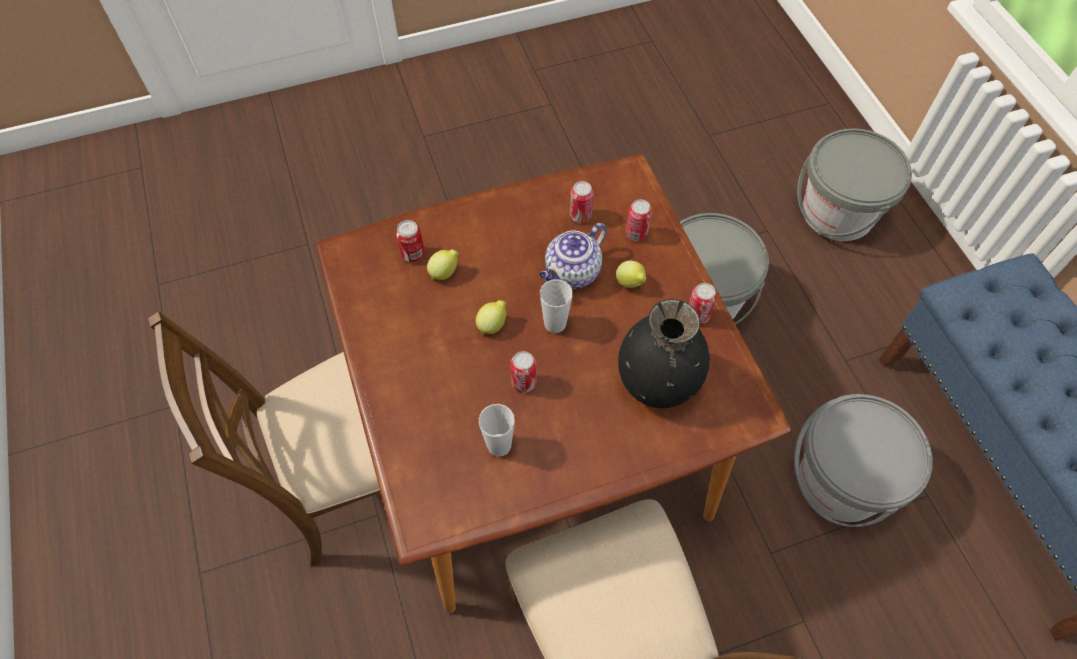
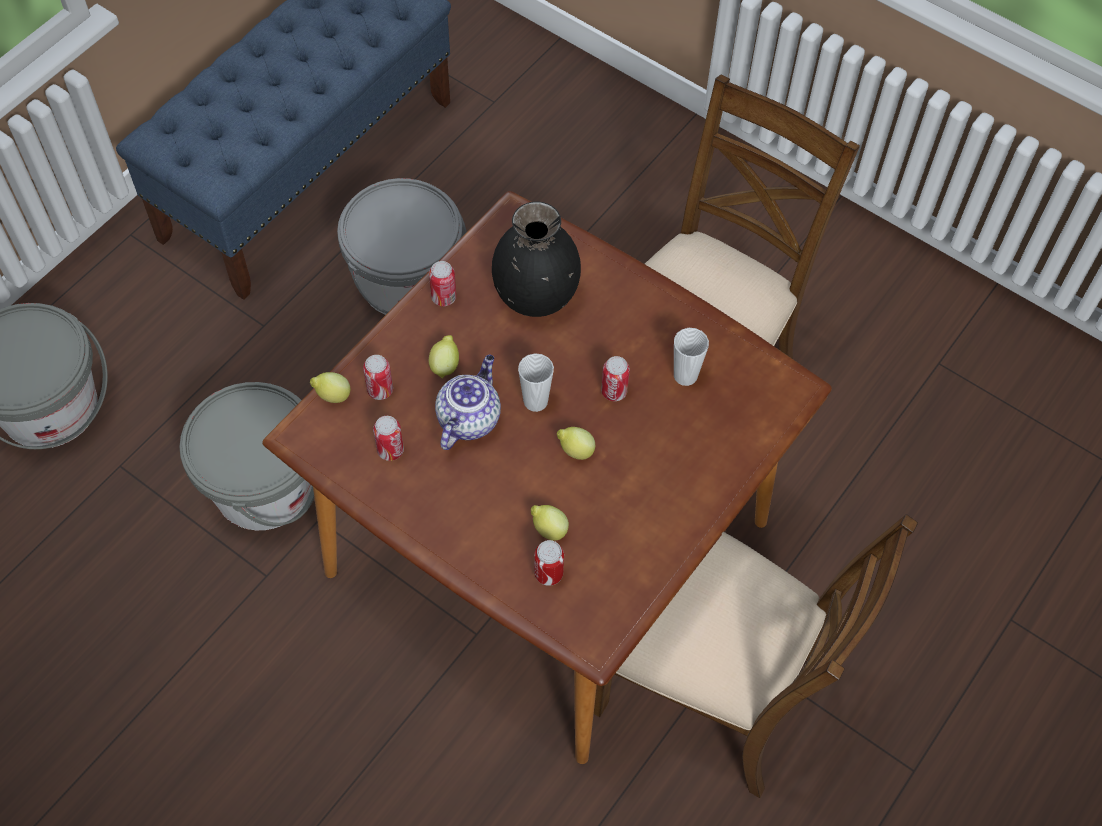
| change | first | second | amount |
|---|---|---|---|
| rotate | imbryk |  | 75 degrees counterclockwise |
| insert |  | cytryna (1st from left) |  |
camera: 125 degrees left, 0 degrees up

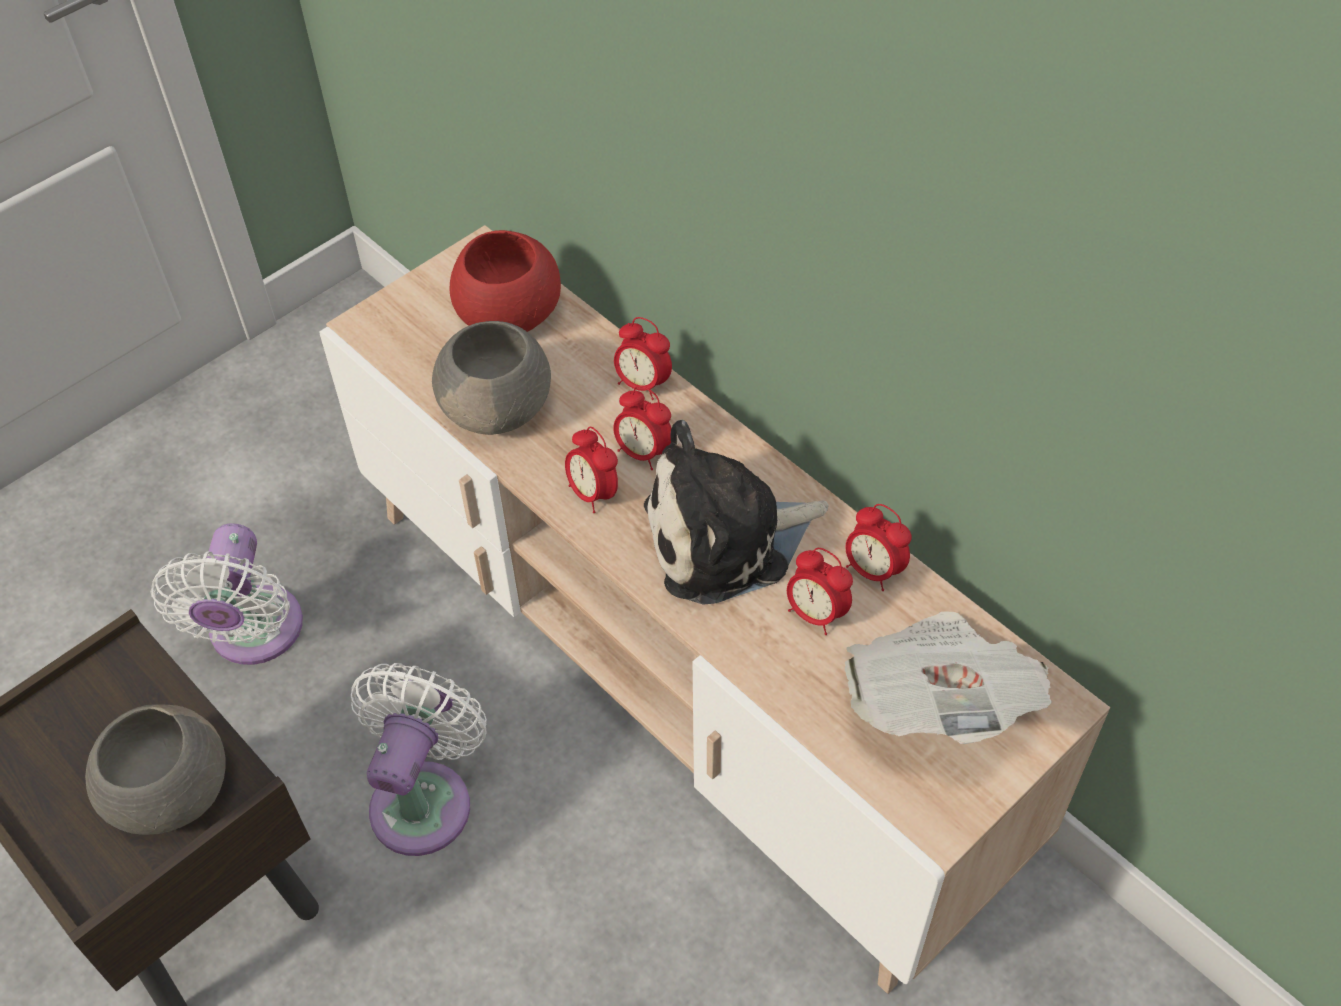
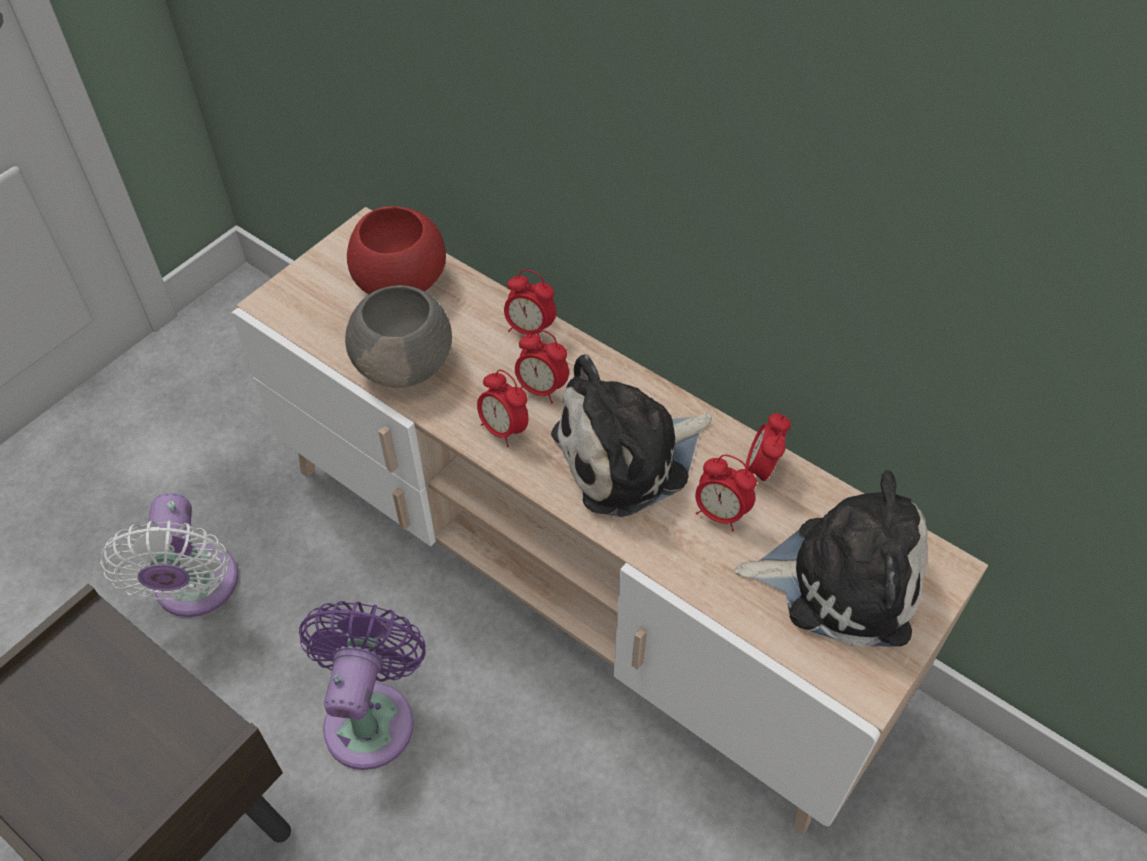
| change | first | second | amount |
|---|---|---|---|
| delete | miska/szary (1st from left) |  |  |
| recolor | wentylator/biały (2nd from left) | wentylator/fioletowy |  |
| replace | gazeta | pluszak (2nd from left) |  |
| rotate | budzik (5th from left) |  | 75 degrees clockwise |
camera: 10 degrees left, 0 degrees up

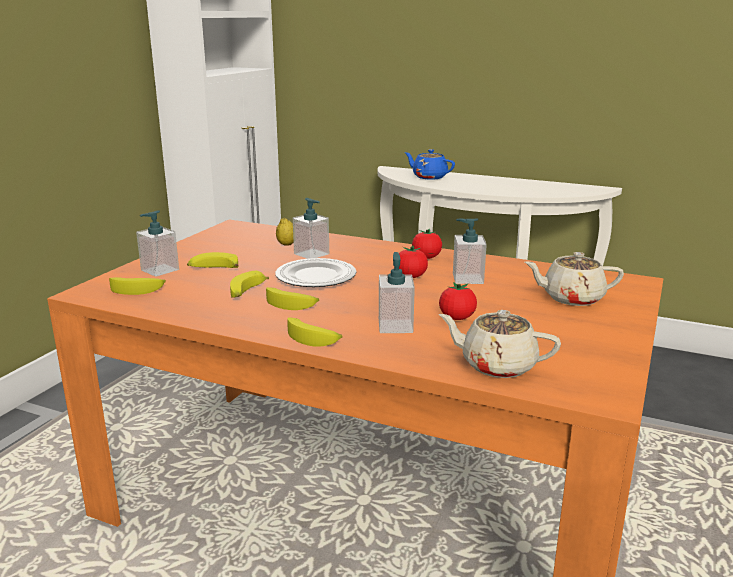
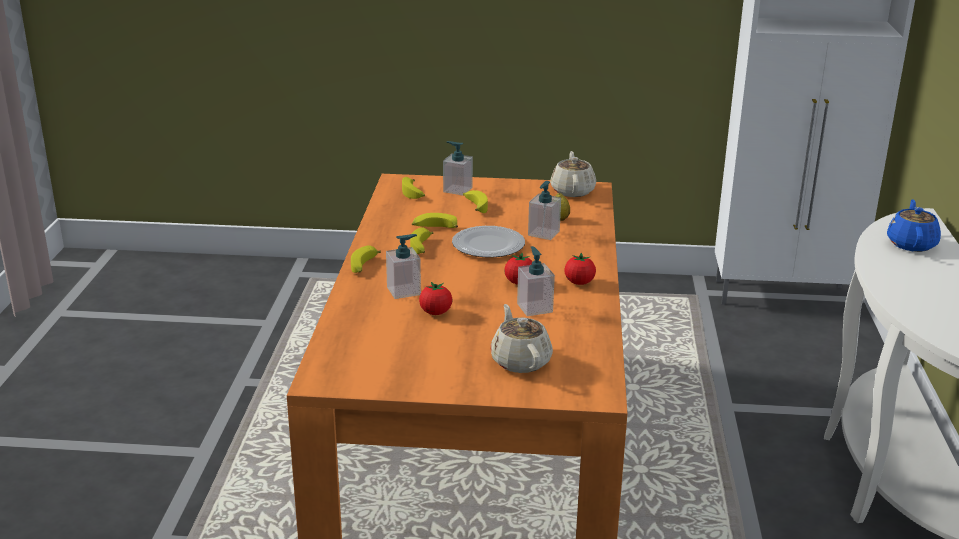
| change | first | second | amount |
|---|---|---|---|
| move | imbryk/beżowy (1st from left in the first image) | imbryk/beżowy (2nd from left) |  |
camera: 70 degrees right, 5 degrees up

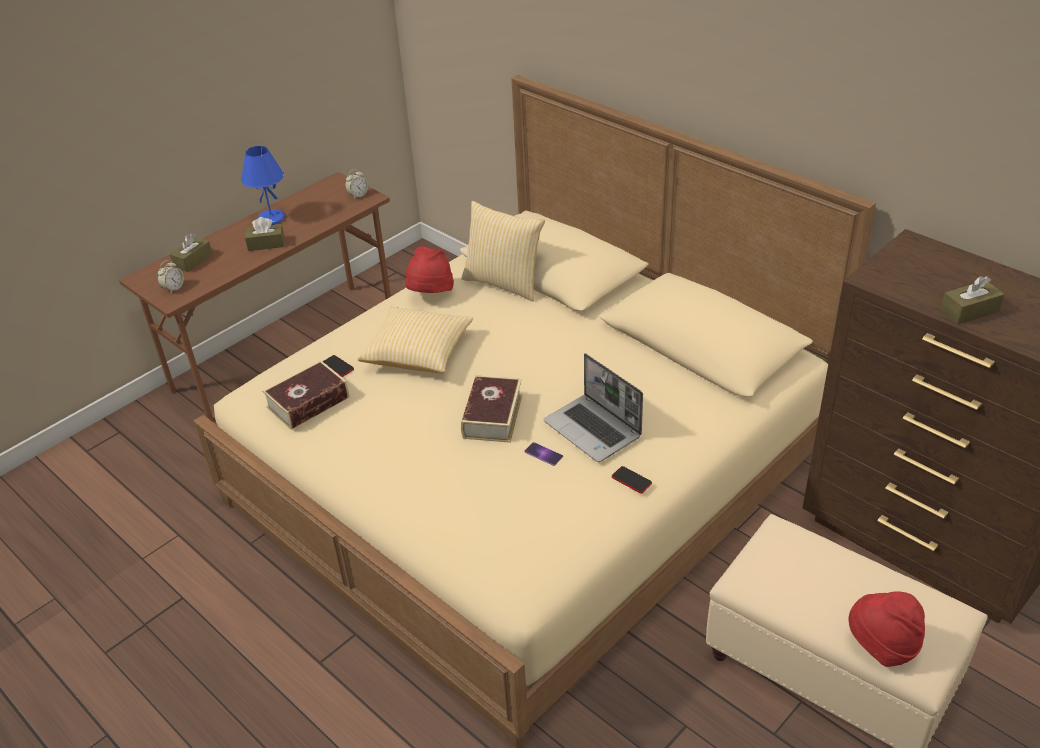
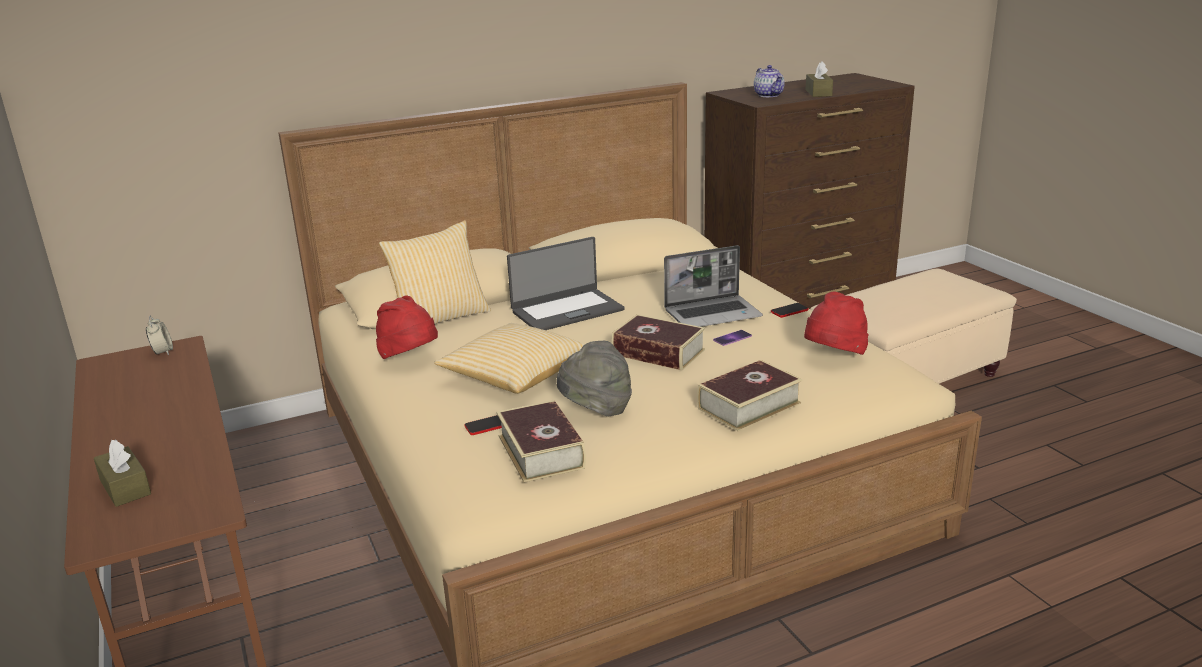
| change | first | second | amount |
|---|---|---|---|
| delete | budzik (1st from left) |  |  |
| delete | lampa stołowa/niebieski |  |  |
| delete | pudełko chusteczek/brązowy (2nd from left) |  |  |
| move | kapelusz/czerwony (2nd from left) |  |  |
| insert |  | laptop (1st from left) |  |
| insert |  | kapelusz/szary |  |
| insert |  | książka (3rd from left) |  |
| insert |  | imbryk |  |
camera: 70 degrees left, 15 degrees down

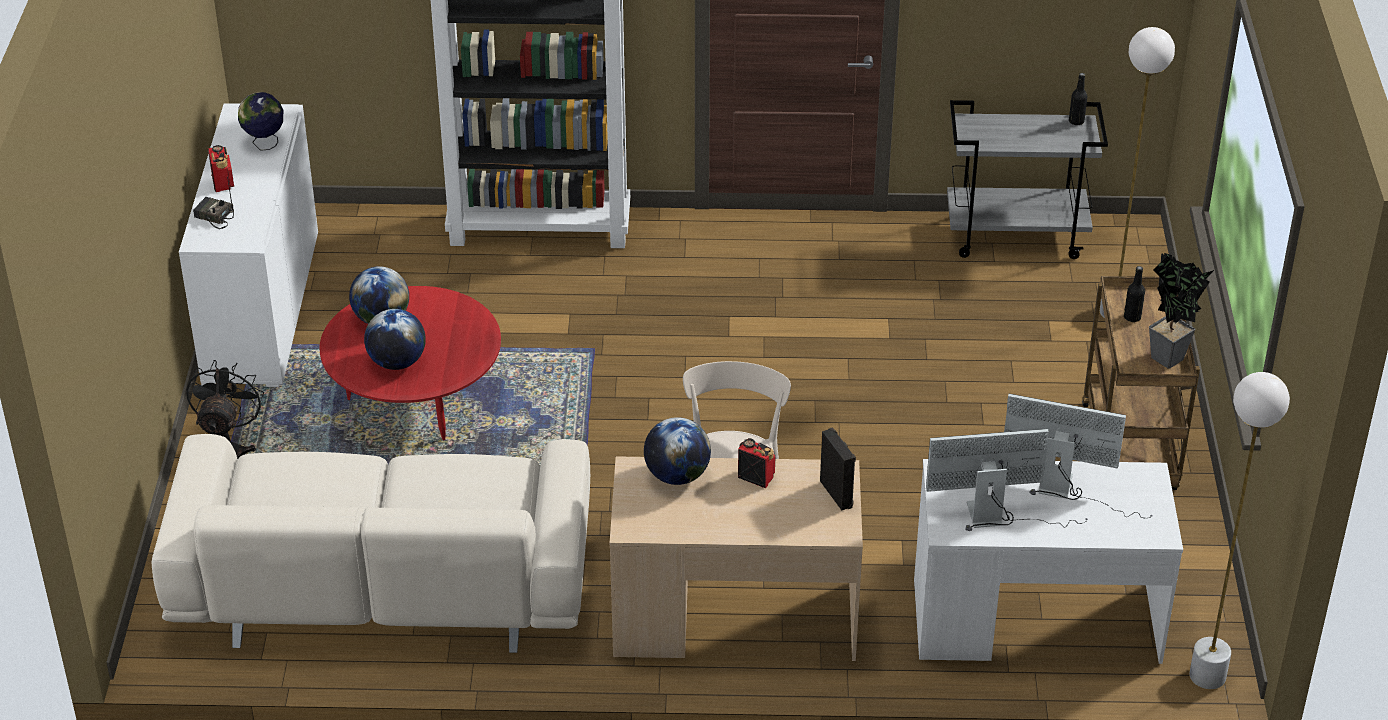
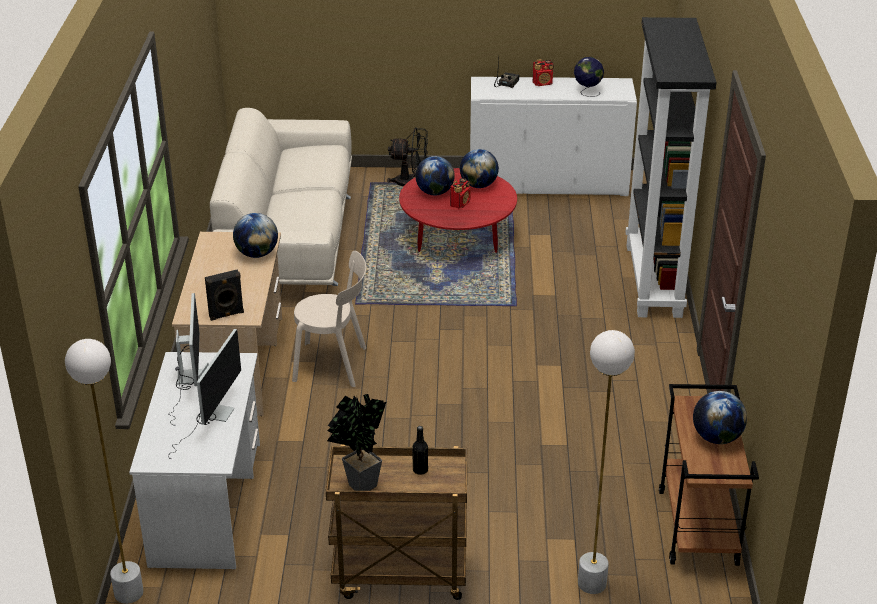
| change | first | second | amount |
|---|---|---|---|
| move | radio (3rd from left in the first image) | radio (1st from left) |  |
| recolor | wózek/szary | wózek/brązowy (2nd from left) |  |
| delete | butelka/czarny (1st from left) |  |  |
| insert |  | globus (5th from left) |  |
camera: 90 degrees right, 5 degrees down

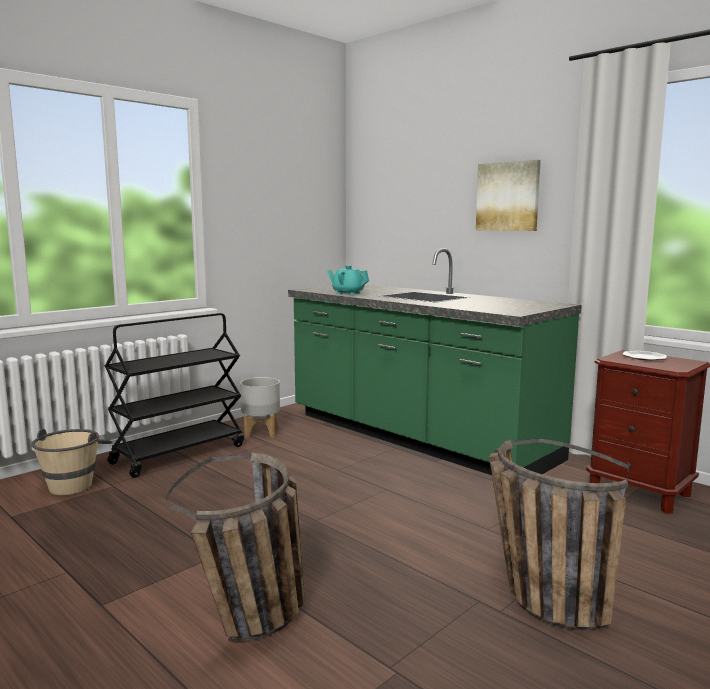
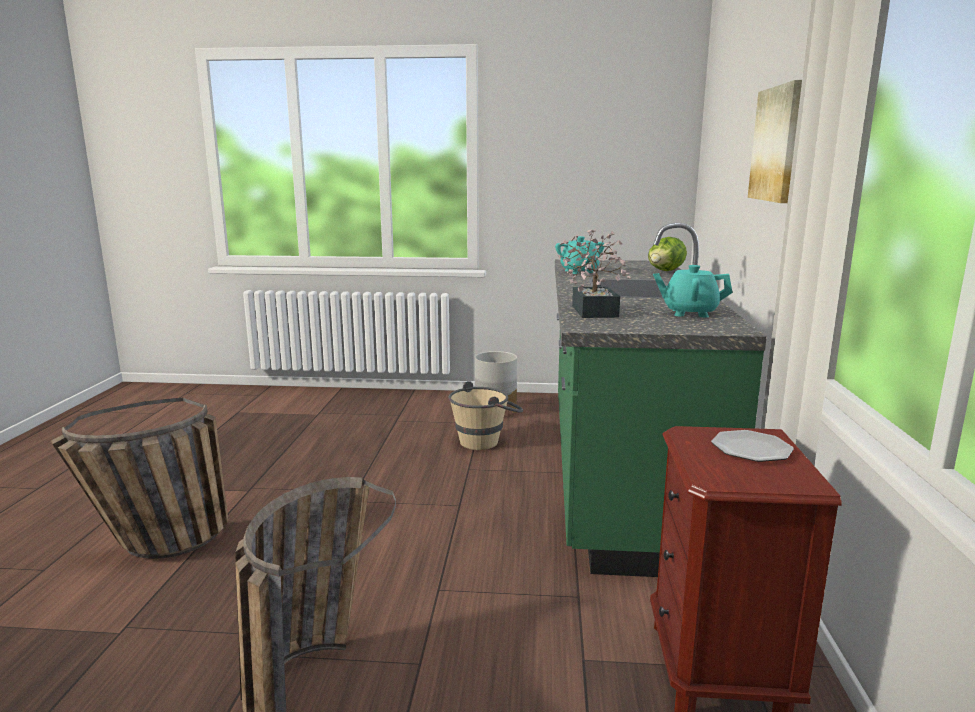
| change | first | second | amount |
|---|---|---|---|
| move | wiadro/beżowy |  |  |
| delete | wózek/czarny |  |  |
| insert |  | roślina doniczkowa |  |
| insert |  | sałata |  |
| insert |  | imbryk/turkusowy (2nd from left) |  |
camera: 50 degrees right, 5 degrees up

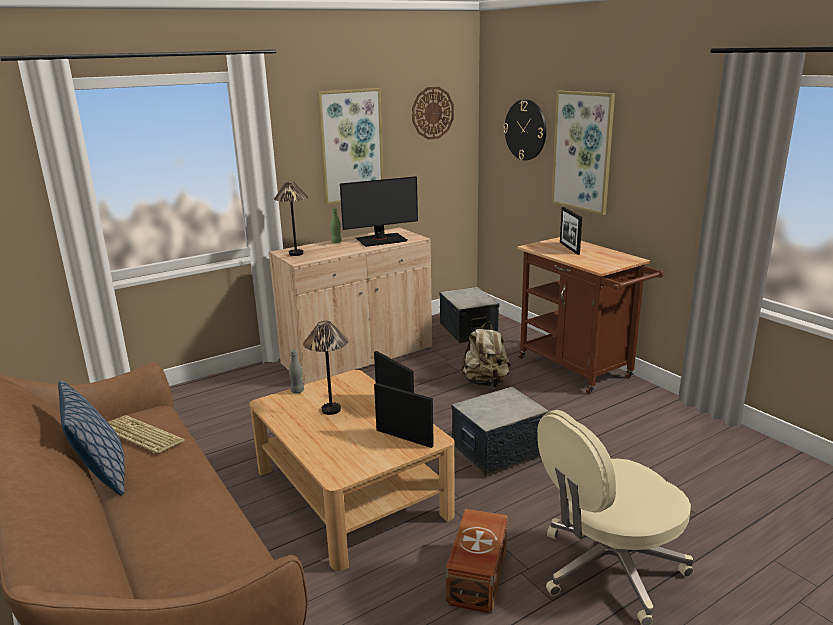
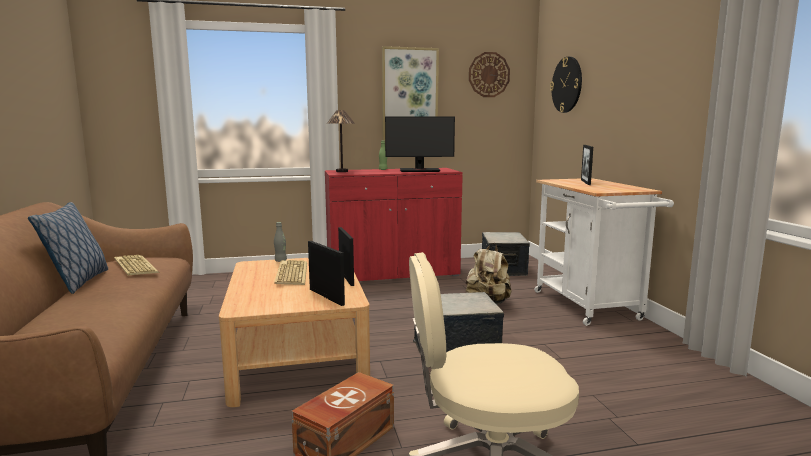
| change | first | second | amount |
|---|---|---|---|
| recolor | szafka/beżowy | szafka/czerwony |  |
| replace | lampa stołowa (2nd from left) | klawiatura (2nd from left) |  |
| recolor | wózek/brązowy | wózek/biały |  |
| delete | obraz (2nd from left) |  |  |
camera: 20 degrees right, 10 degrees down

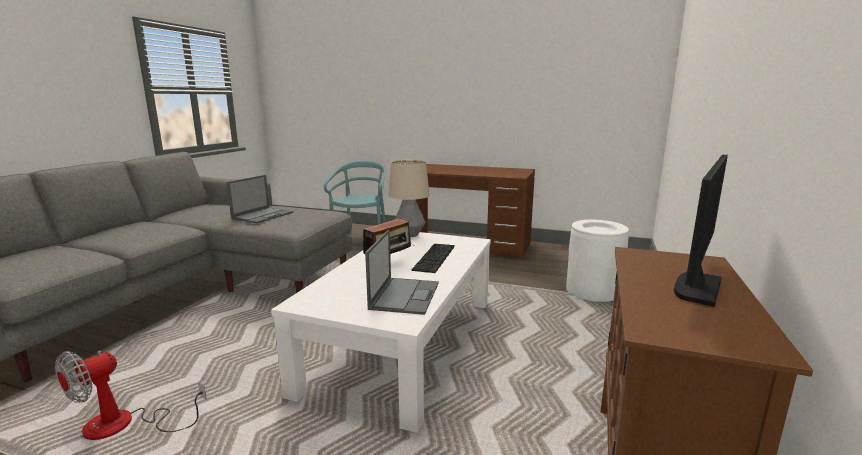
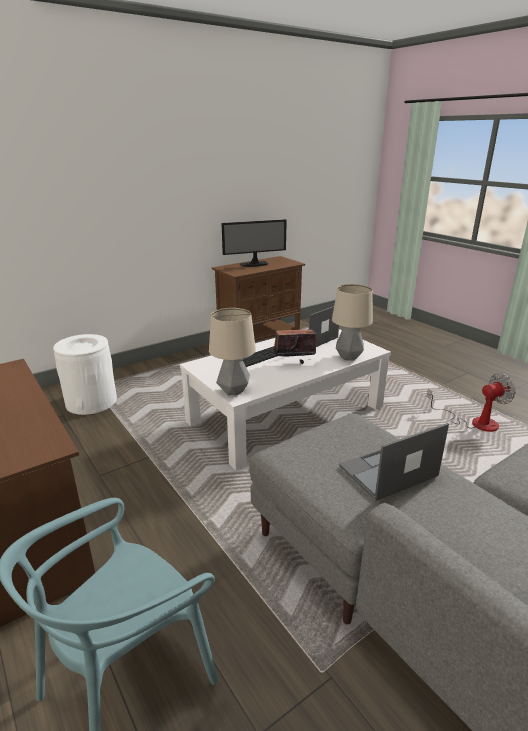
| change | first | second | amount |
|---|---|---|---|
| insert |  | lampa stołowa (2nd from left) |  |
camera: 145 degrees left, 10 degrees up

